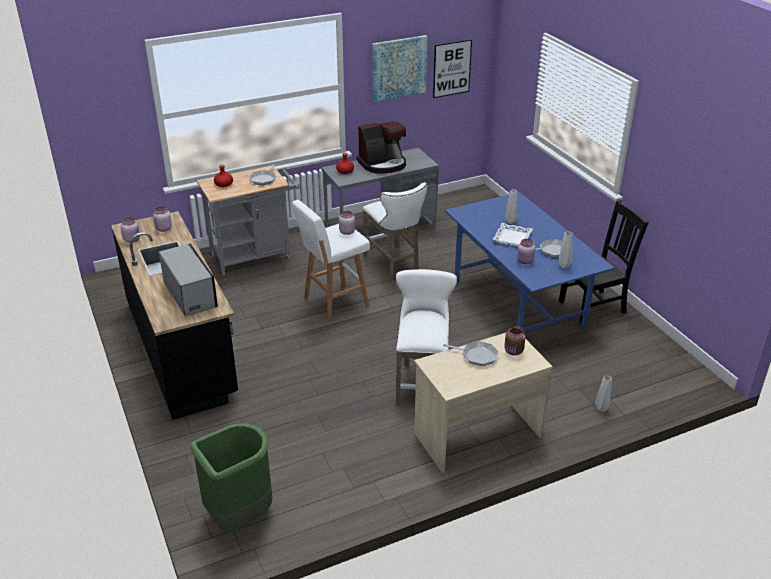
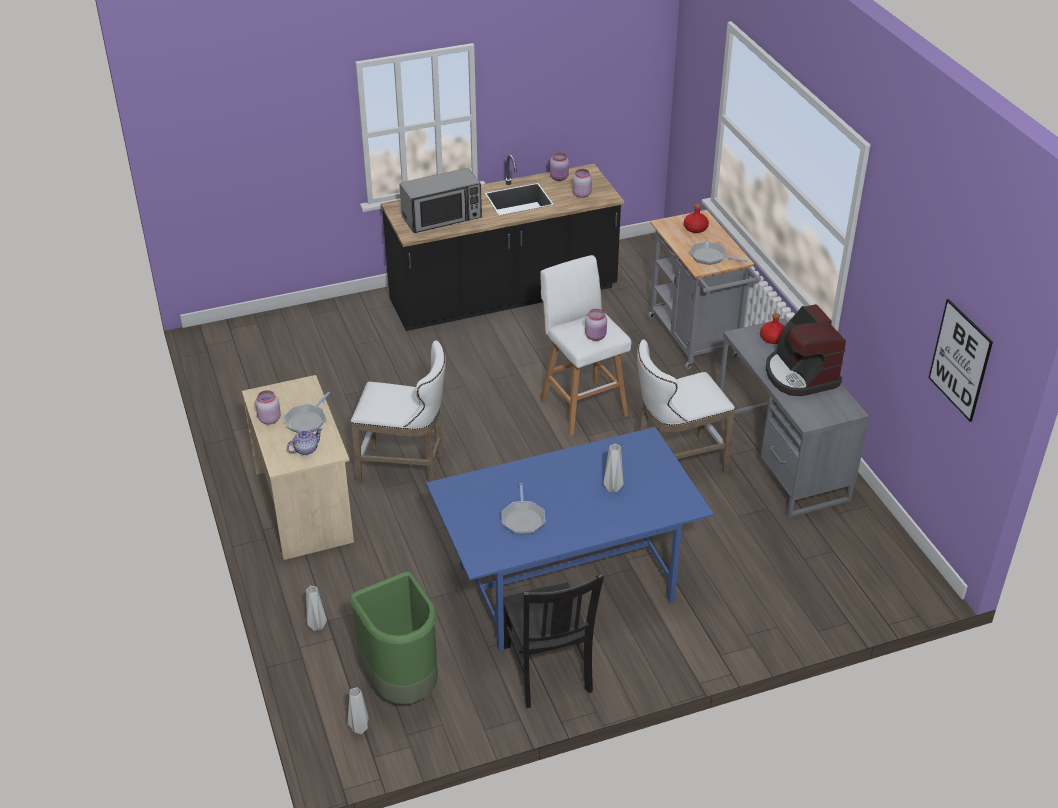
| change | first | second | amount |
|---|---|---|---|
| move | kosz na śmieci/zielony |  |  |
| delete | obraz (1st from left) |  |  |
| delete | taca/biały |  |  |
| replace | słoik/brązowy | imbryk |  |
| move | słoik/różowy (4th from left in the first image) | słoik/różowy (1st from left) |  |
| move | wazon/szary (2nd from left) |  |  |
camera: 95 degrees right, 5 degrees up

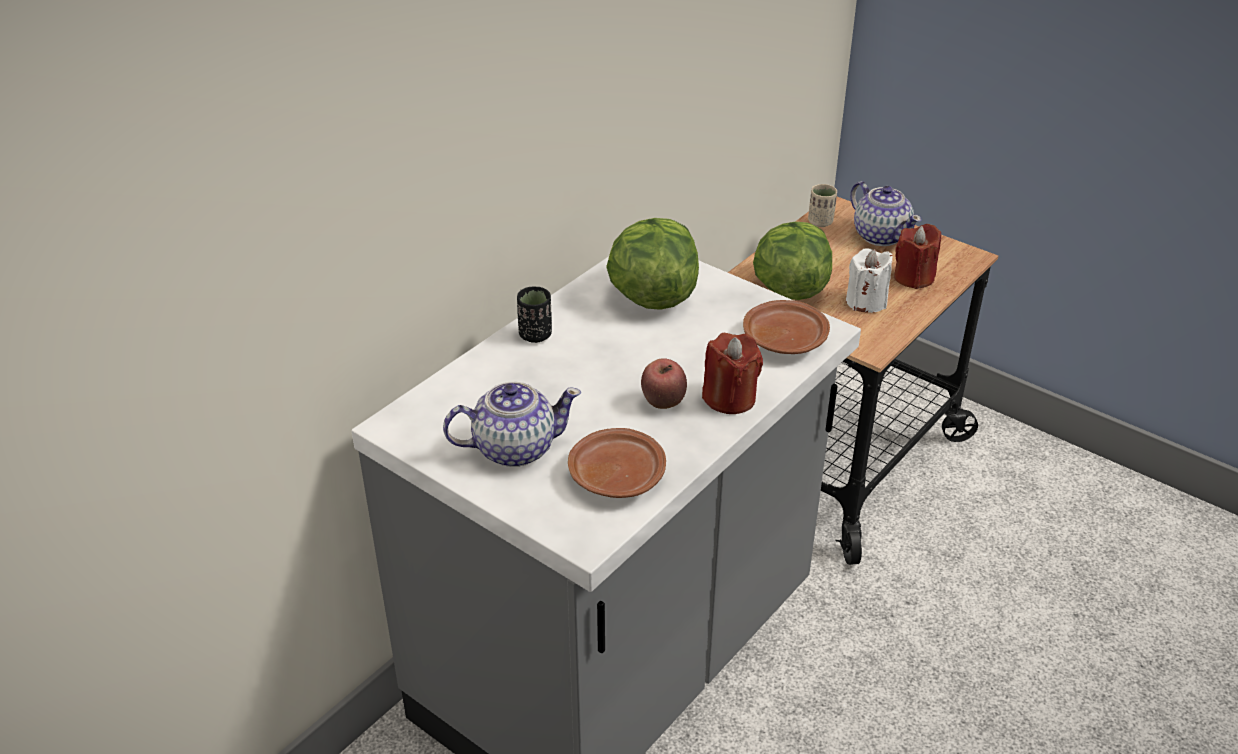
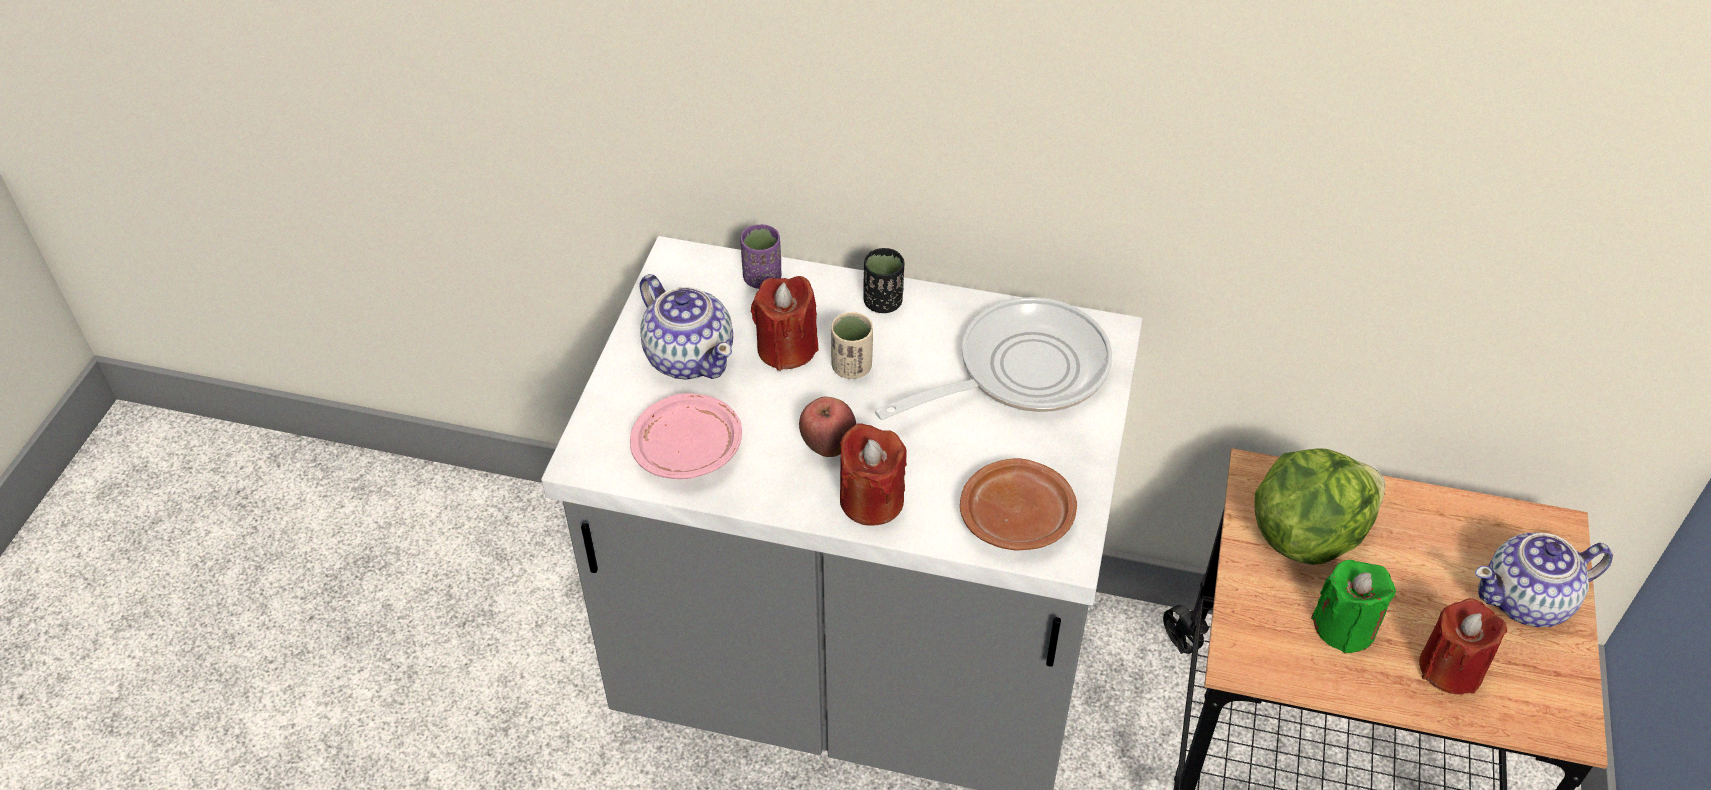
| change | first | second | amount |
|---|---|---|---|
| recolor | talerz/brązowy (1st from left) | talerz/różowy |  |
| replace | sałata (1st from left) | patelnia |  |
| move | filiżanka/beżowy |  |  |
| recolor | świeca/biały | świeca/zielony |  |
| rotate | imbryk (2nd from left) |  | 45 degrees clockwise |
| insert |  | filiżanka/fioletowy |  |
| insert |  | świeca/czerwony (1st from left) |  |
camera: 65 degrees right, 10 degrees up

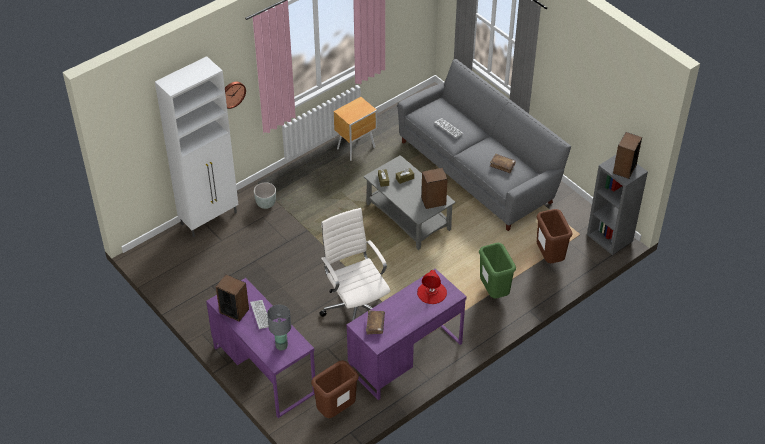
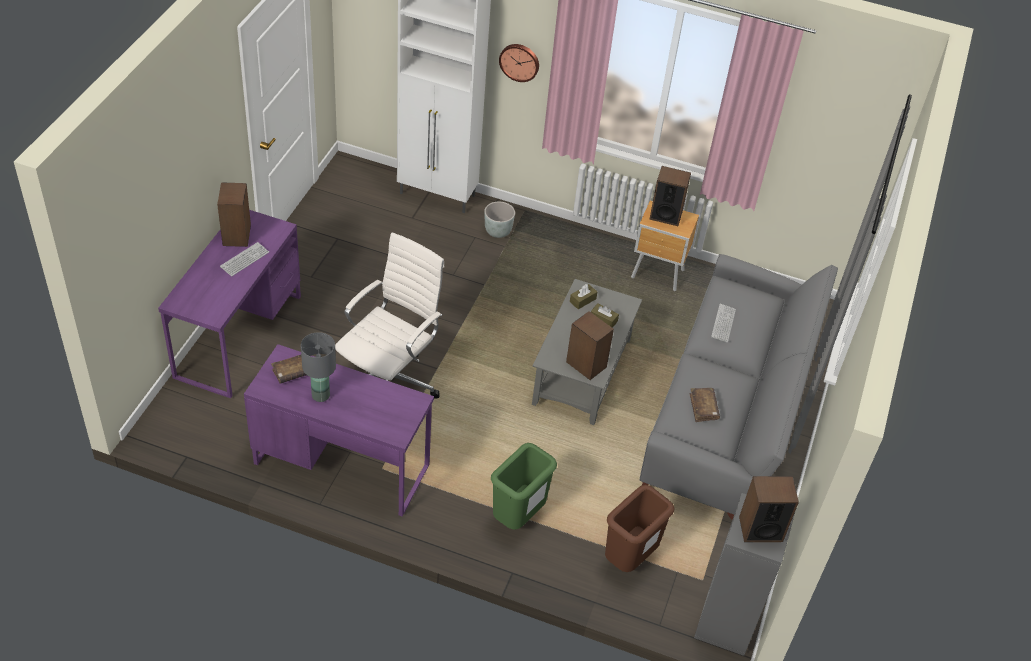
| change | first | second | amount |
|---|---|---|---|
| move | lampa stołowa/szary |  |  |
| delete | kosz na śmieci/brązowy (1st from left) |  |  |
| delete | lampa stołowa/czerwony |  |  |
| insert |  | głośnik (3rd from left) |  |
camera: 55 degrees right, 0 degrees up

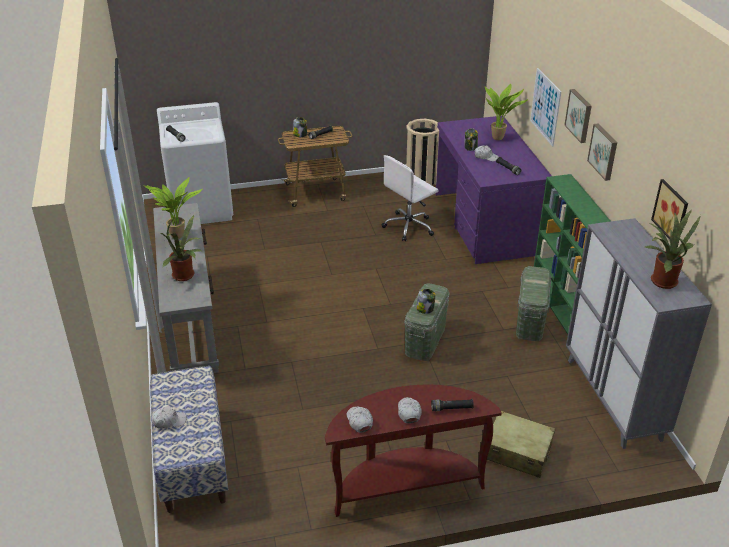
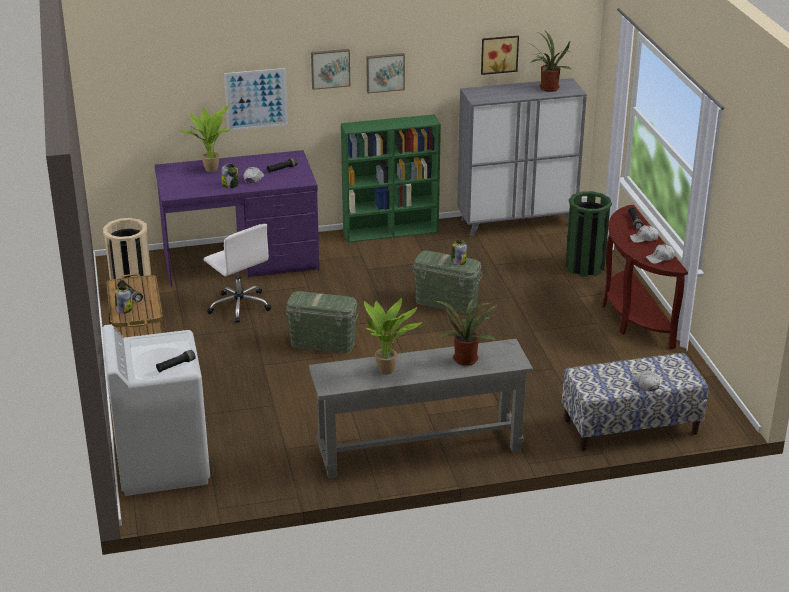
| change | first | second | amount |
|---|---|---|---|
| replace | walizka/beżowy | kosz na śmieci/zielony |  |
| move | pojemnik do przechowywania/zielony (2nd from left in the first image) | pojemnik do przechowywania/zielony (1st from left) |  |
camera: 90 degrees left, 5 degrees down

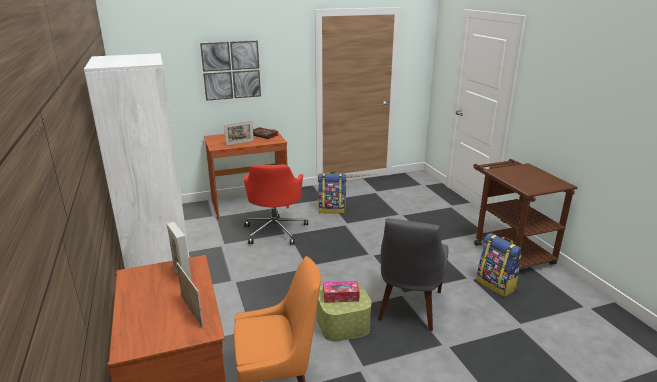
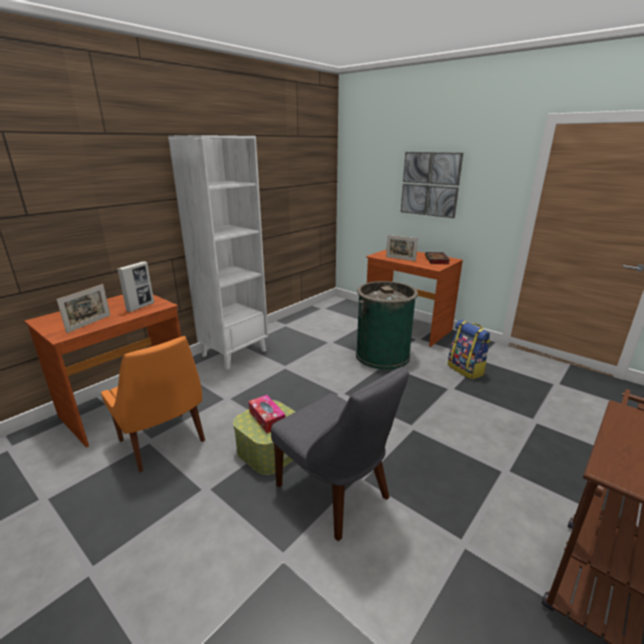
| change | first | second | amount |
|---|---|---|---|
| replace | krzesło biurowe/czerwony | kosz na śmieci/zielony |  |
| rotate | krzesło/szary |  | 120 degrees counterclockwise |
| delete | plecak (2nd from left) |  |  |
camera: 60 degrees right, 0 degrees up

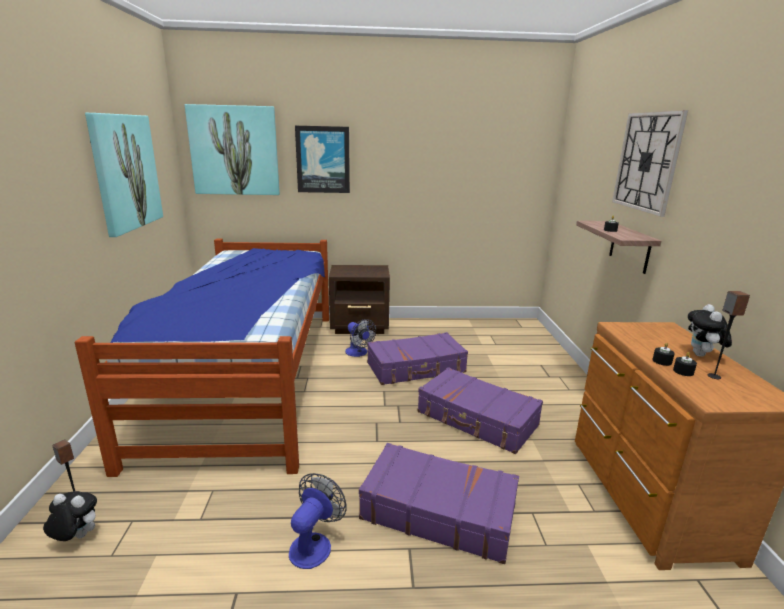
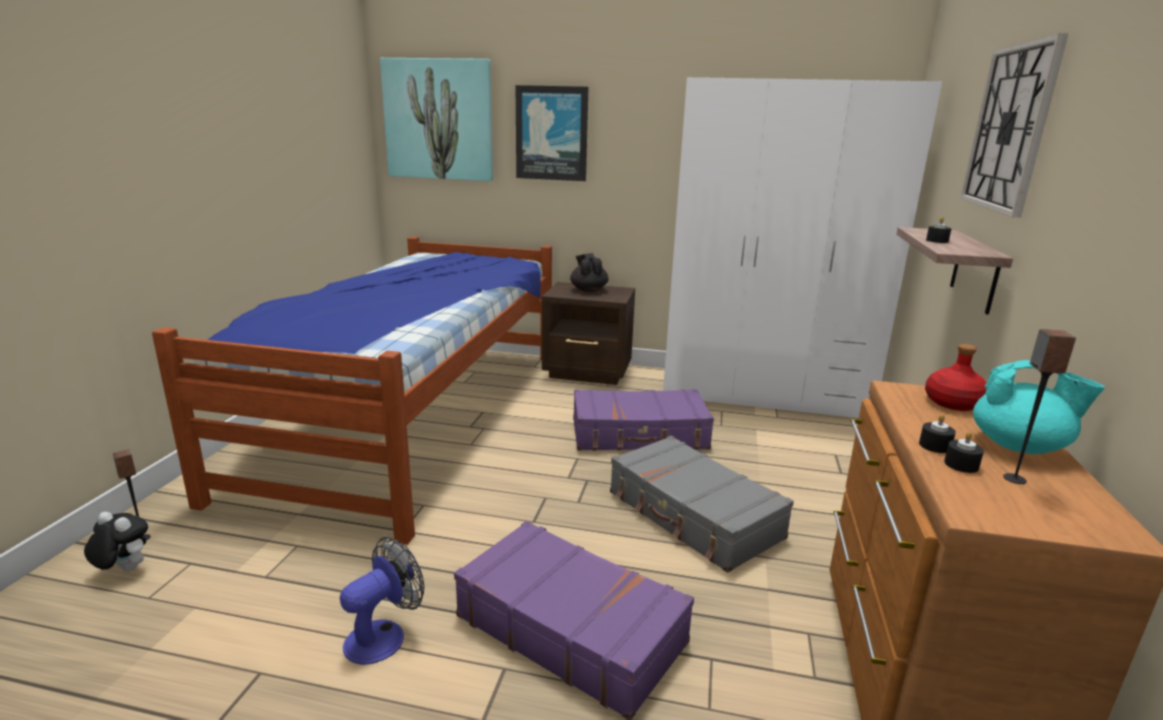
| change | first | second | amount |
|---|---|---|---|
| delete | obraz (1st from left) |  |  |
| delete | wentylator (2nd from left) |  |  |
| recolor | walizka/fioletowy (3rd from left) | walizka/szary |  |
| replace | pluszak (2nd from left) | imbryk/turkusowy |  |
| insert |  | imbryk/czarny |  |
| insert |  | szafa/biały |  |
| insert |  | butelka/czerwony |  |
camera: 15 degrees right, 0 degrees up

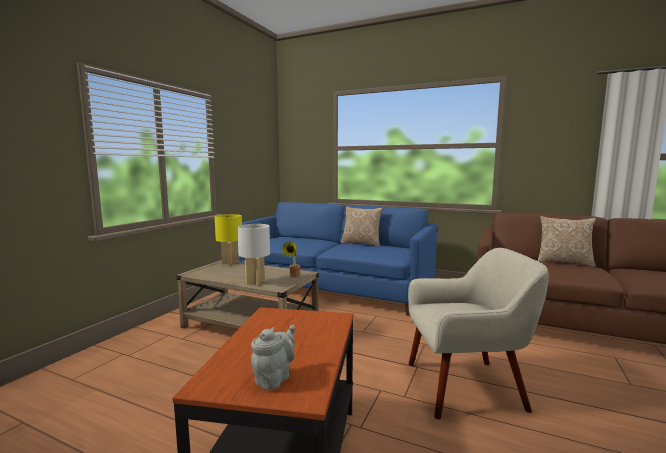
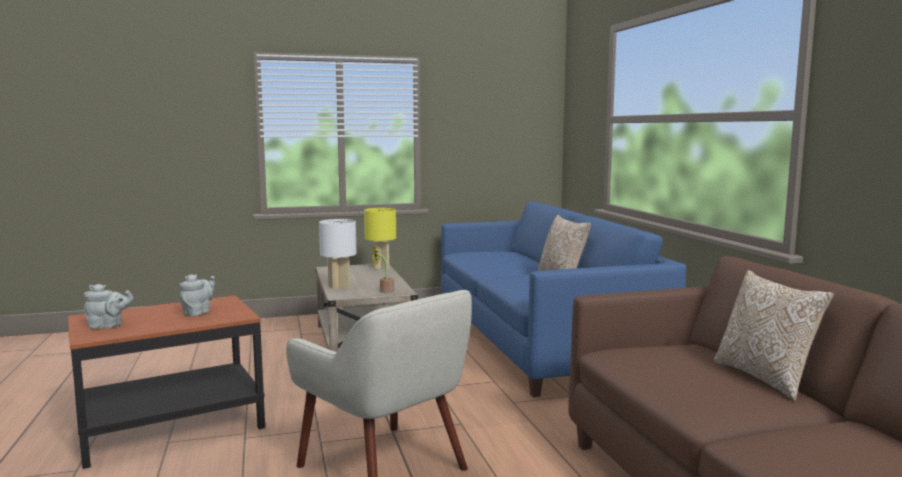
| change | first | second | amount |
|---|---|---|---|
| insert |  | imbryk/szary (2nd from left) |  |
camera: 50 degrees right, 0 degrees up

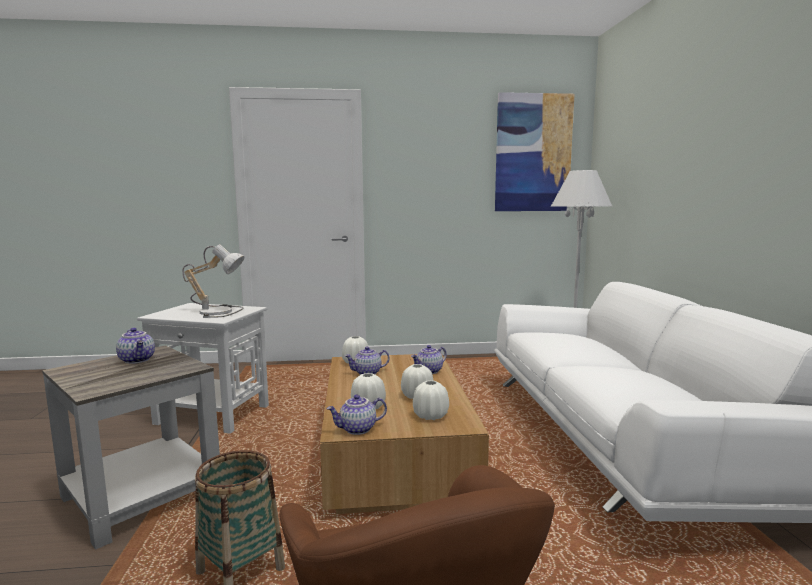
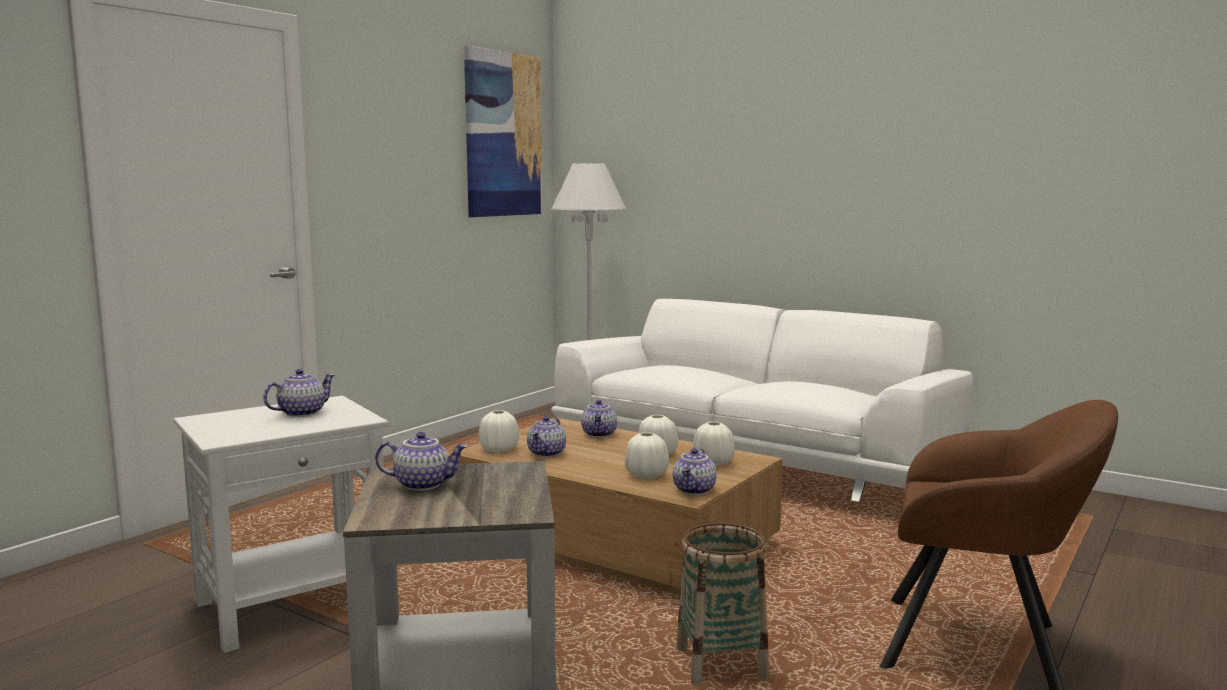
| change | first | second | amount |
|---|---|---|---|
| replace | lampa stołowa | imbryk (1st from left) |  |
camera: 50 degrees left, 0 degrees up

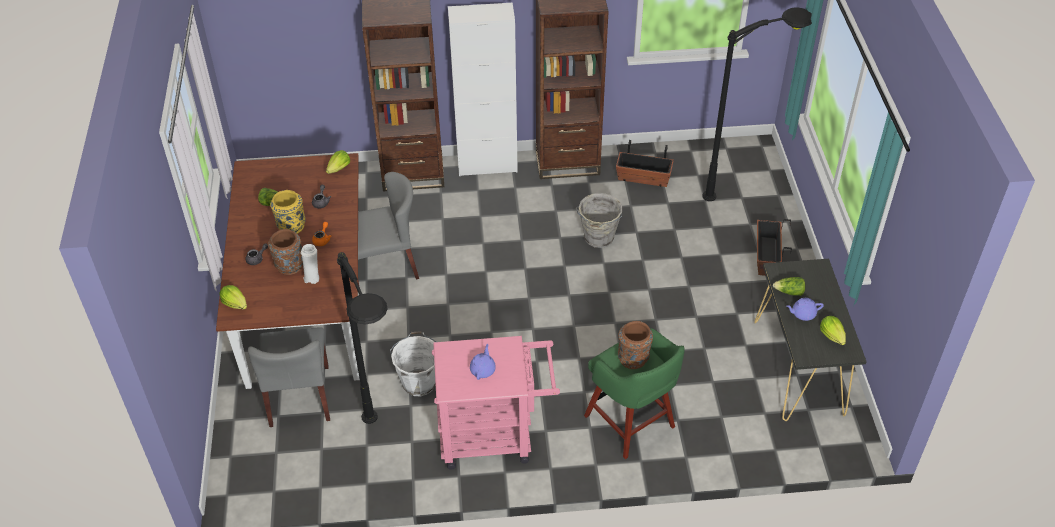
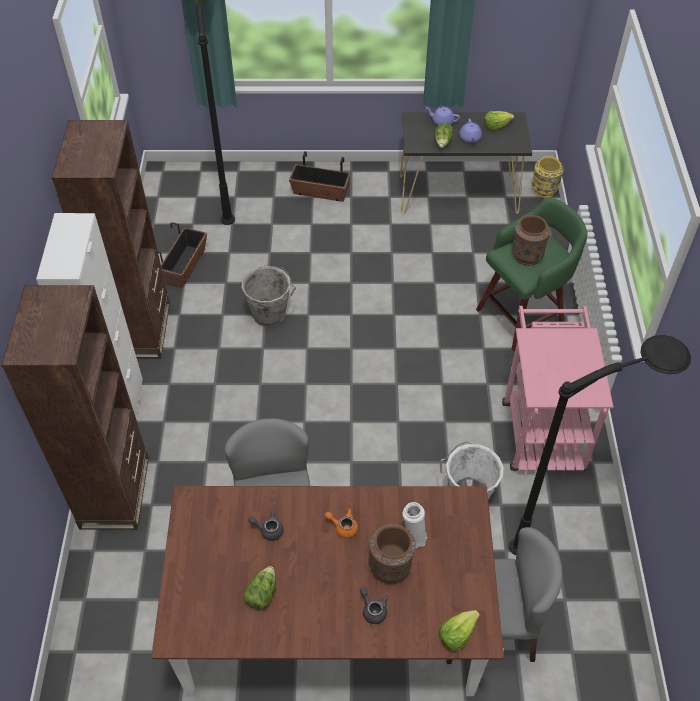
| change | first | second | amount |
|---|---|---|---|
| move | wazon/żółty |  |  |
| delete | sałata (3rd from left) |  |  |
| move | imbryk/fioletowy (1st from left) |  |  |
camera: 85 degrees left, 5 degrees up

